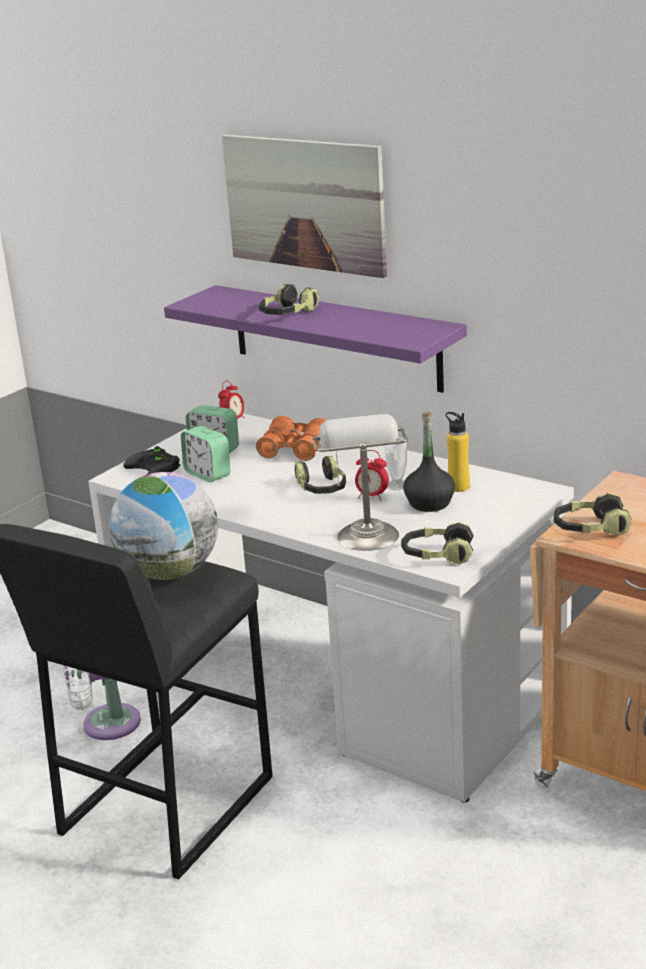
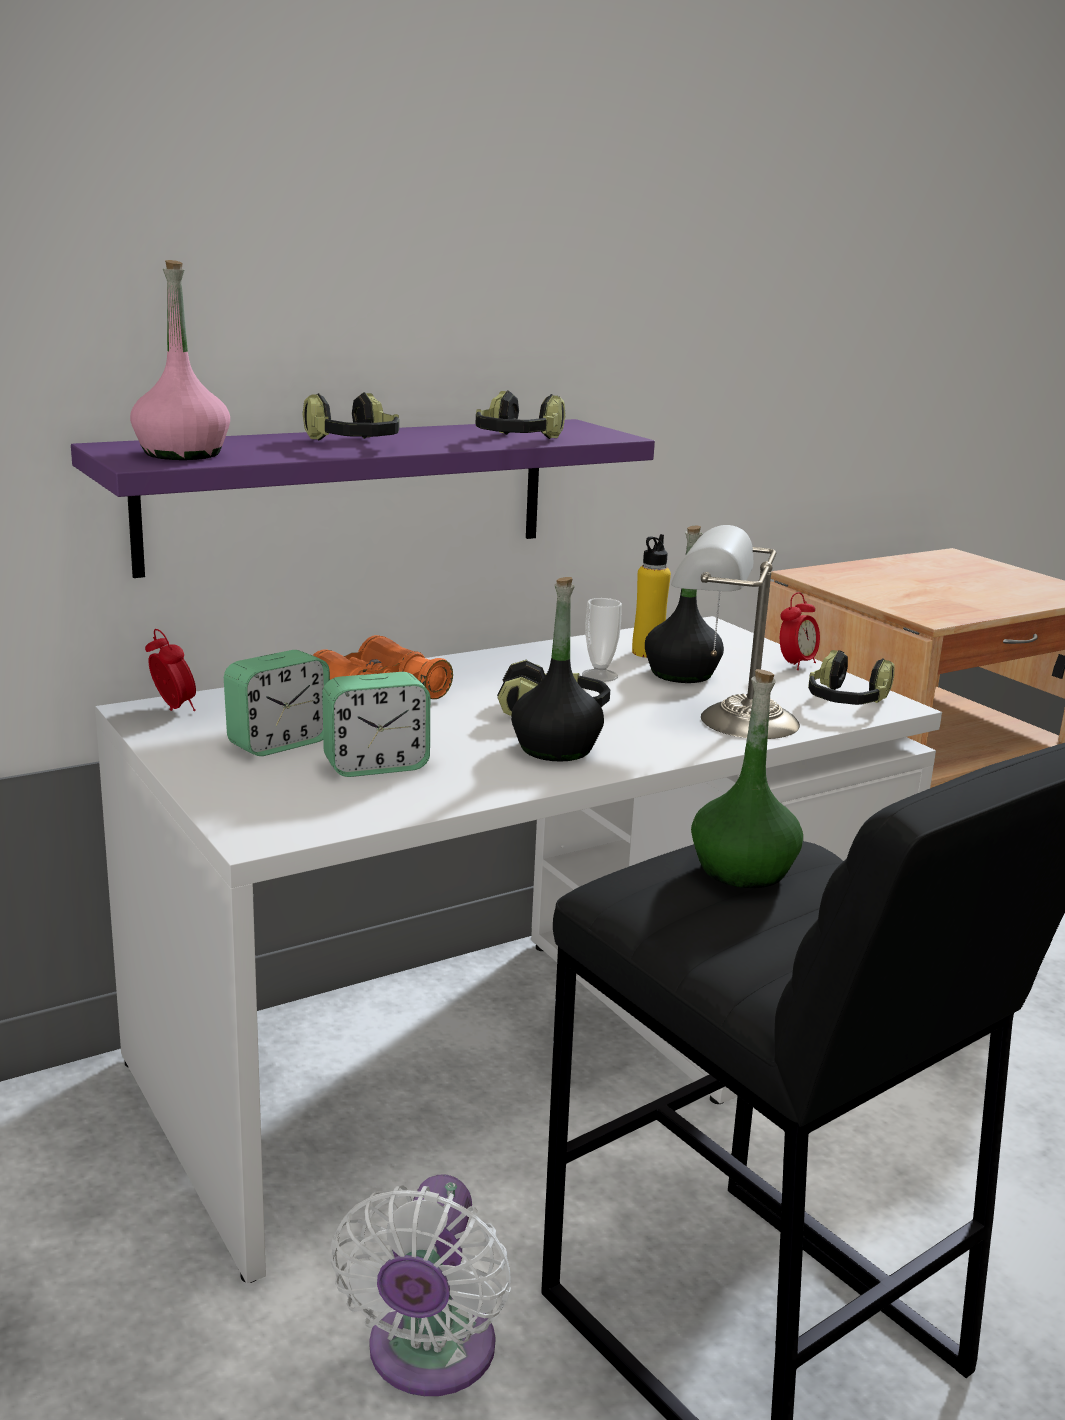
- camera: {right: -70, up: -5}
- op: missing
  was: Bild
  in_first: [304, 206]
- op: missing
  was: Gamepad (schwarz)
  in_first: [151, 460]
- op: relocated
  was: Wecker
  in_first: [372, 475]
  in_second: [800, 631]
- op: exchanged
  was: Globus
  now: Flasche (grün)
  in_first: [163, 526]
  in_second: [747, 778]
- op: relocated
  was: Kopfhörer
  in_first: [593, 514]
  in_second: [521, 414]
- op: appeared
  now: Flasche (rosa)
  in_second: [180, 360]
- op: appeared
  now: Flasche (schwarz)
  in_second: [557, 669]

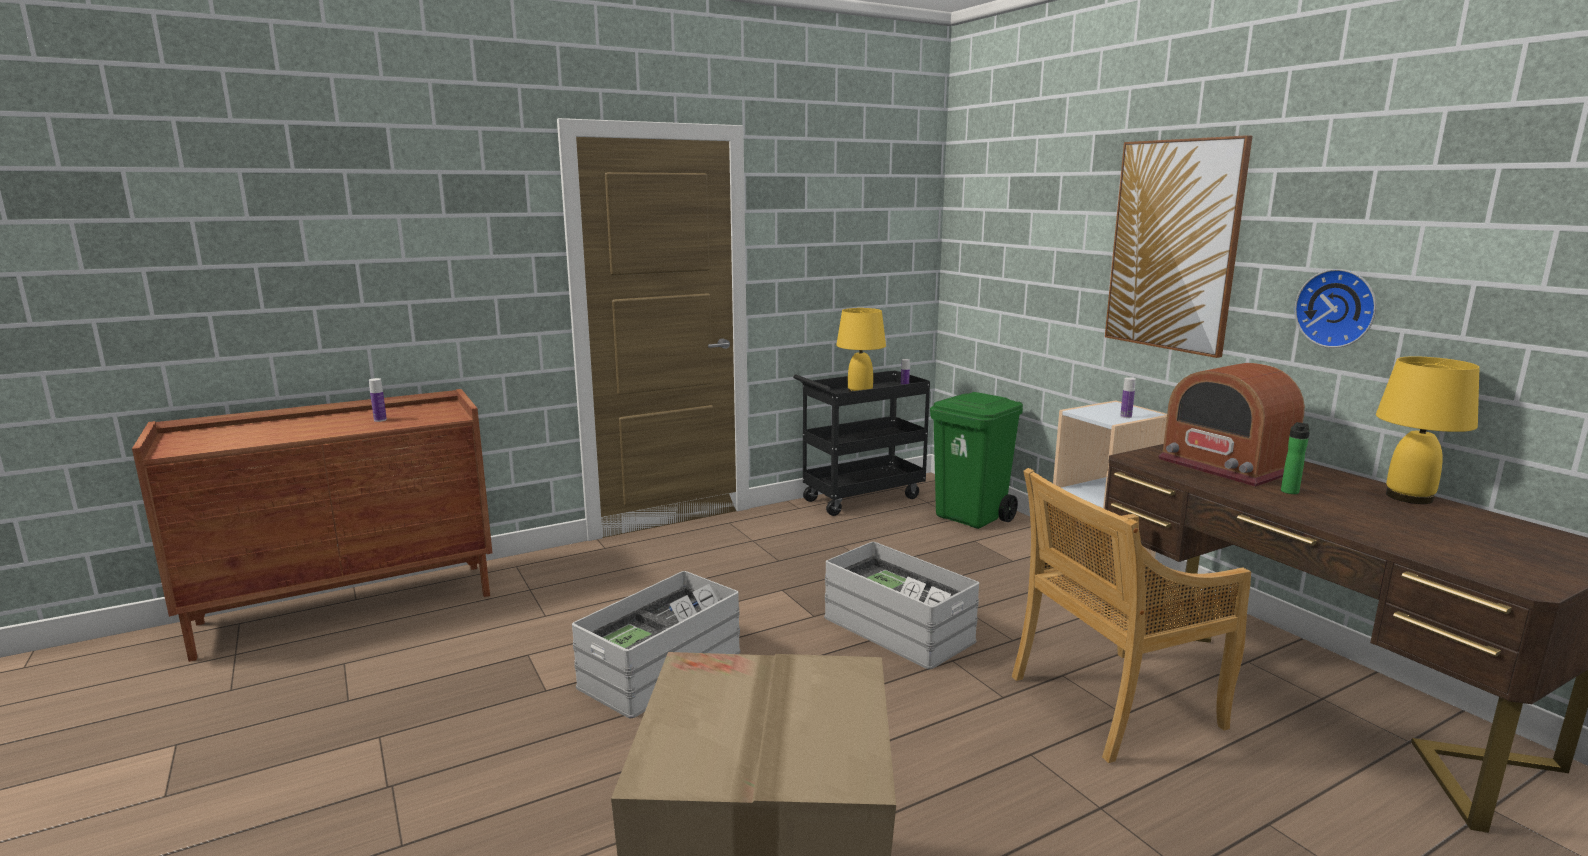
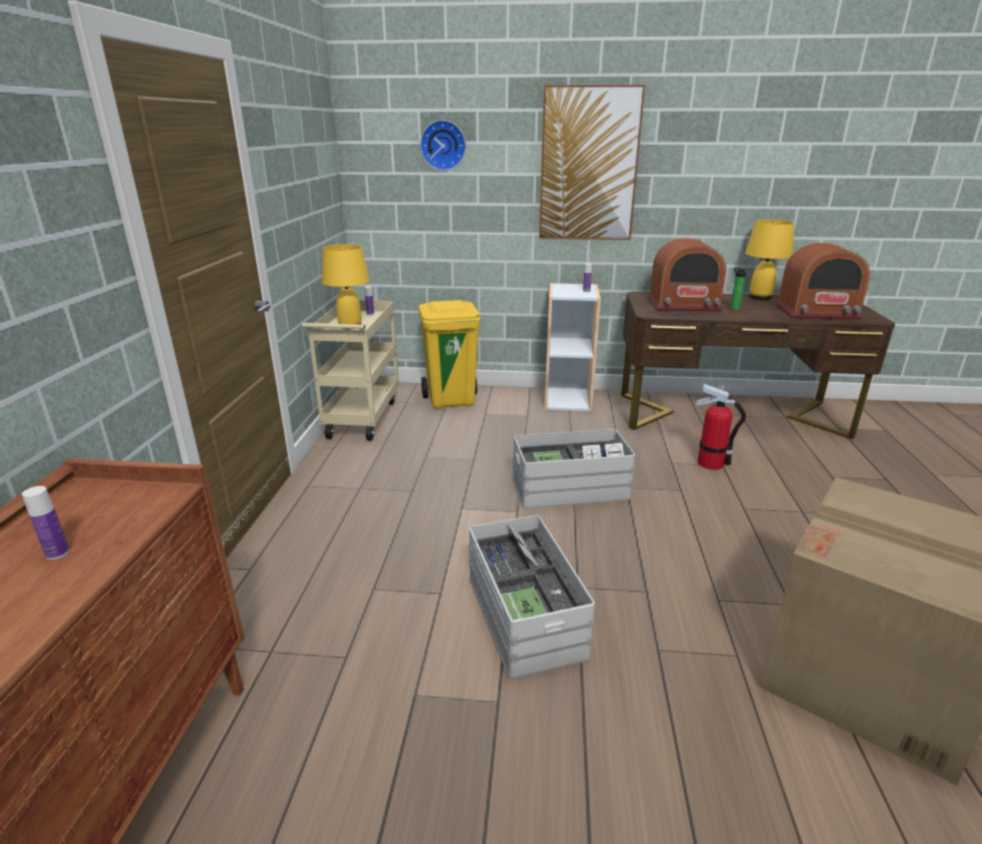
- camera: {right: -55, up: 10}
- op: relocated
  was: Wanduhr
  in_first: [1335, 308]
  in_second: [443, 145]
- op: colour
  was: Rollwagen (schwarz)
  now: Rollwagen (beige)
  in_first: [861, 443]
  in_second: [350, 370]
- op: colour
  was: Mülleimer (grün)
  now: Mülleimer (gelb)
  in_first: [976, 460]
  in_second: [449, 354]
- op: exchanged
  was: Stuhl (beige)
  now: Feuerlöscher
  in_first: [1131, 615]
  in_second: [721, 425]
- op: appeared
  now: Radio
  in_second: [822, 281]

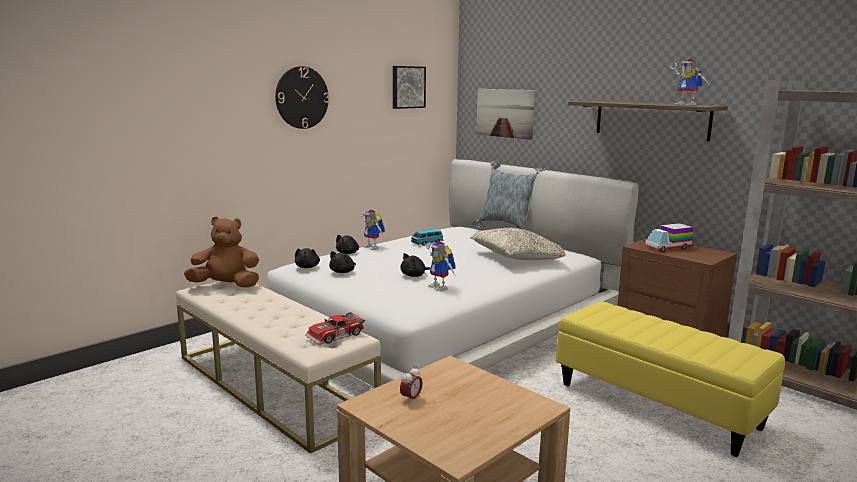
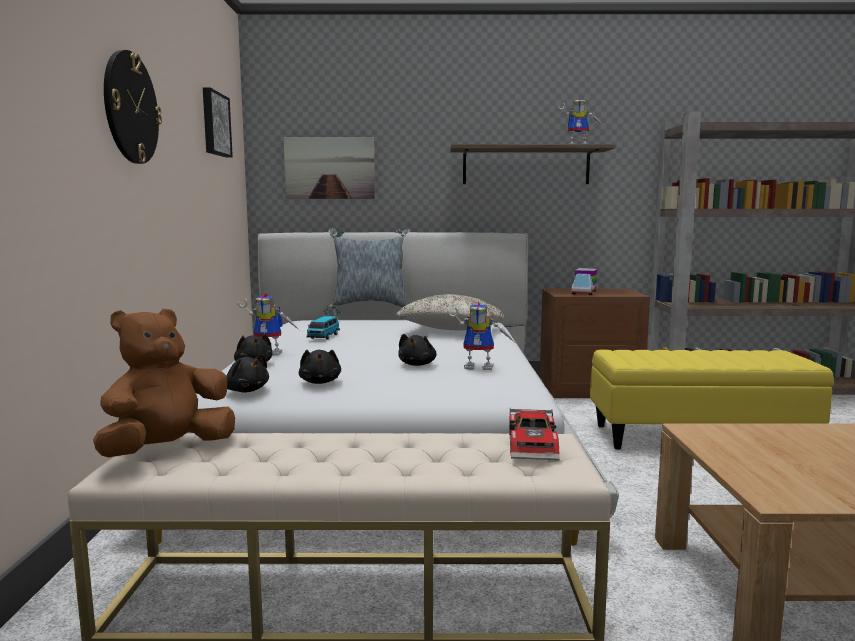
- camera: {right: -45, up: -5}
- op: missing
  was: Wecker
  in_first: [411, 385]

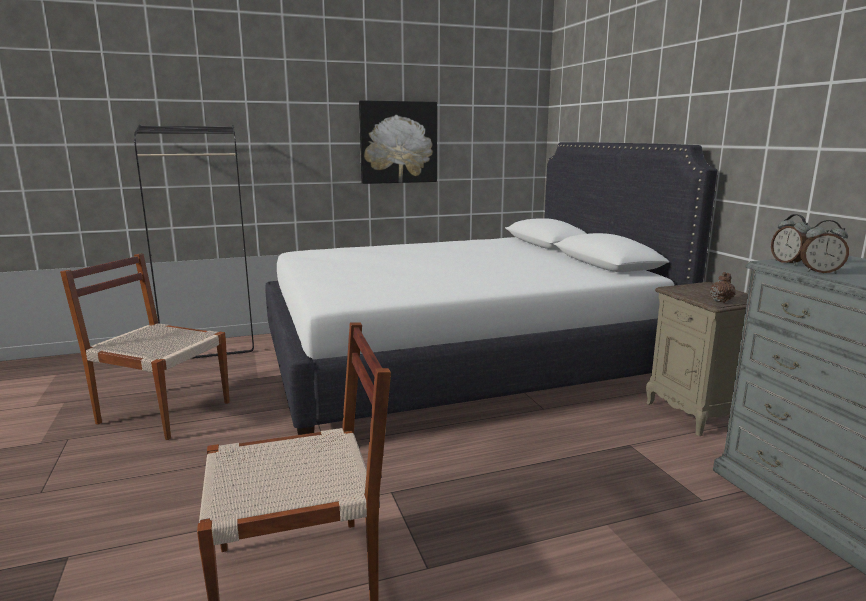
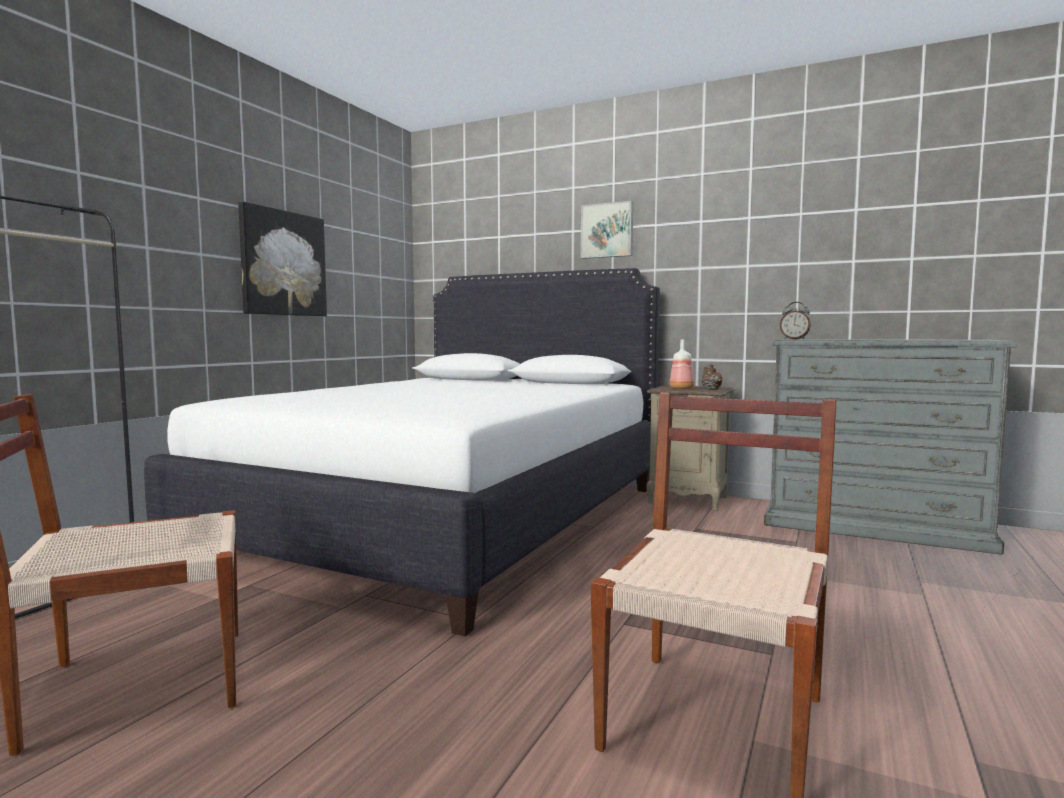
- camera: {right: -45, up: -10}
- op: missing
  was: Wecker
  in_first: [824, 247]
- op: appeared
  now: Bild
  in_second: [607, 230]
- op: appeared
  now: Flasche
  in_second: [682, 364]

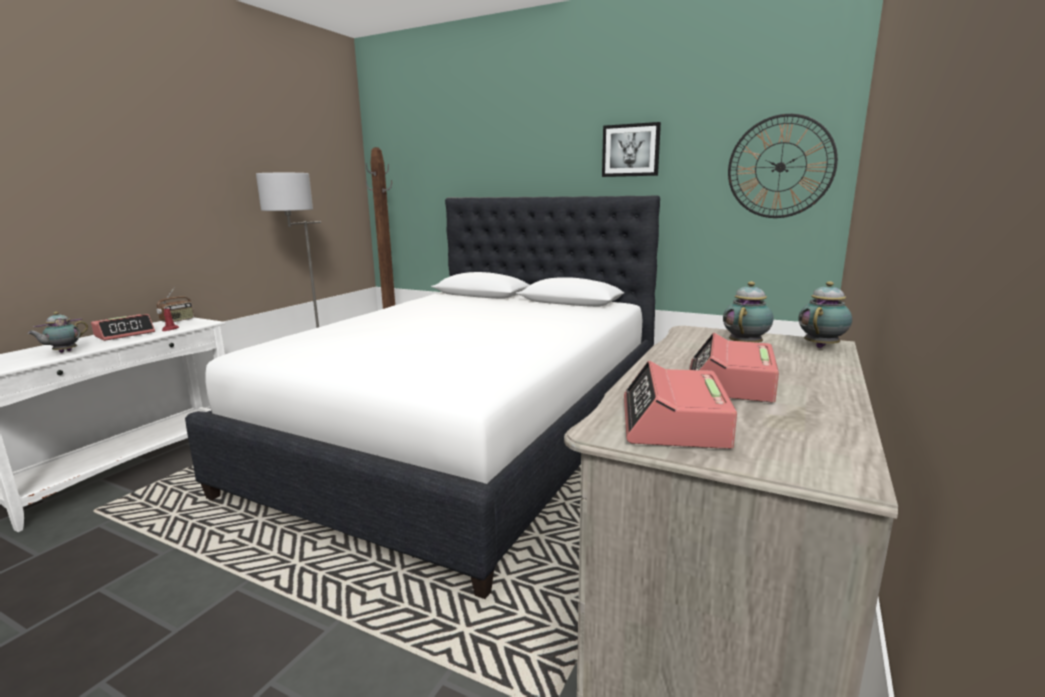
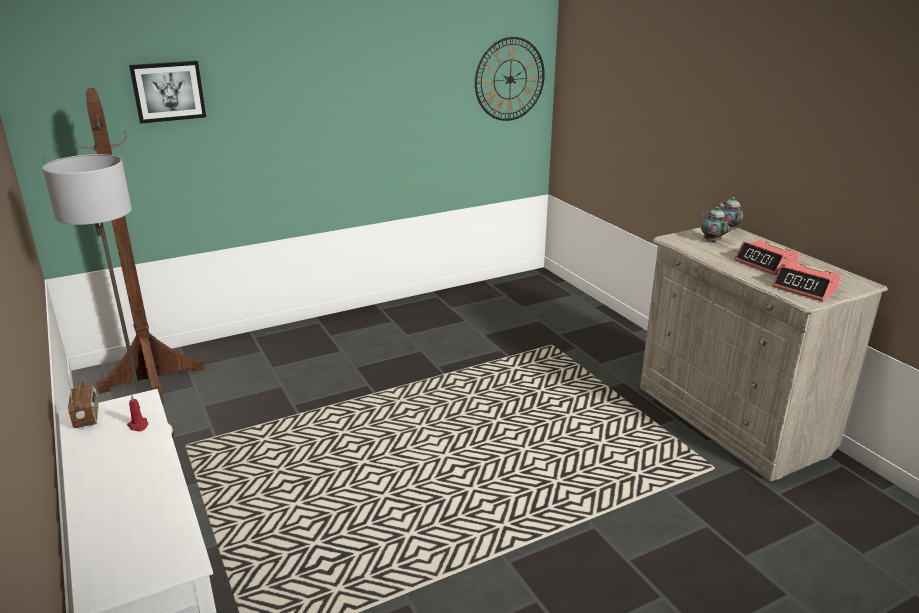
- camera: {right: -55, up: 10}
- op: relocated
  was: Bild
  in_first: [631, 149]
  in_second: [167, 92]
- op: missing
  was: Bett (weiß)
  in_first: [422, 397]
- op: missing
  was: Teekanne
  in_first: [57, 332]
- op: missing
  was: Wecker
  in_first: [123, 327]

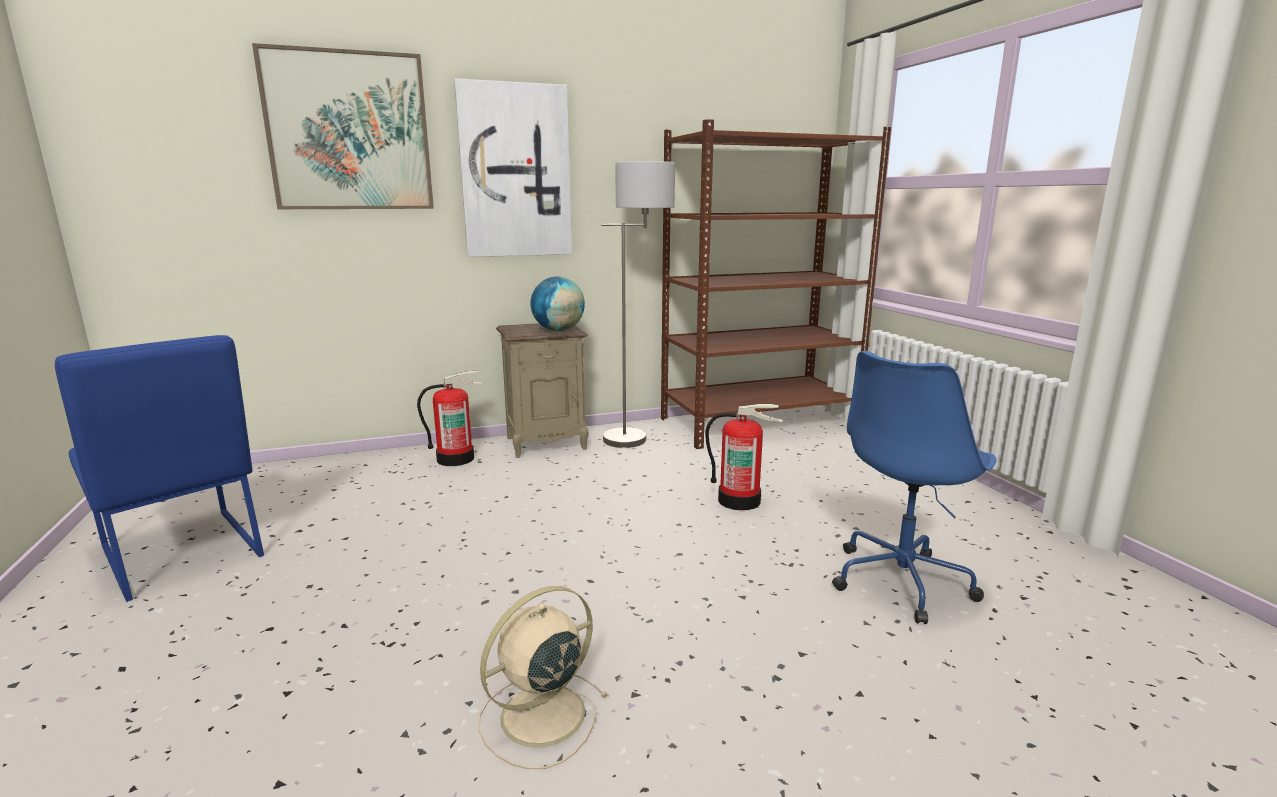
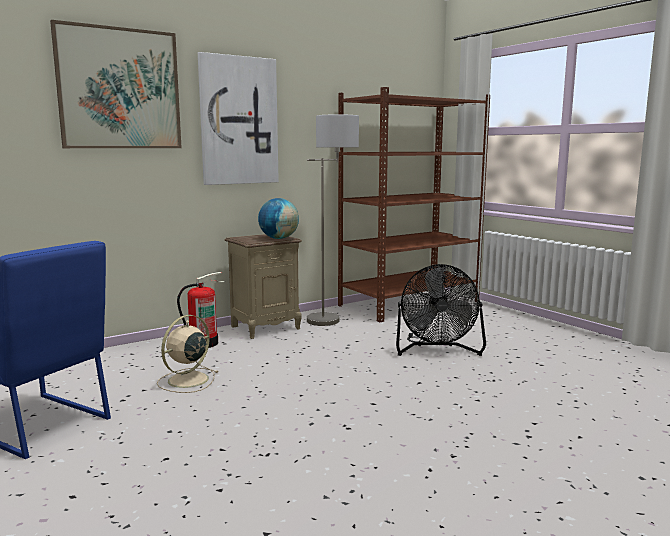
- camera: {right: -15, up: -5}
- op: missing
  was: Bürostuhl (blau)
  in_first: [914, 487]
- op: exchanged
  was: Feuerlöscher
  now: Ventilator (schwarz)
  in_first: [744, 457]
  in_second: [441, 310]
- op: relocated
  was: Ventilator (beige)
  in_first: [543, 677]
  in_second: [187, 354]

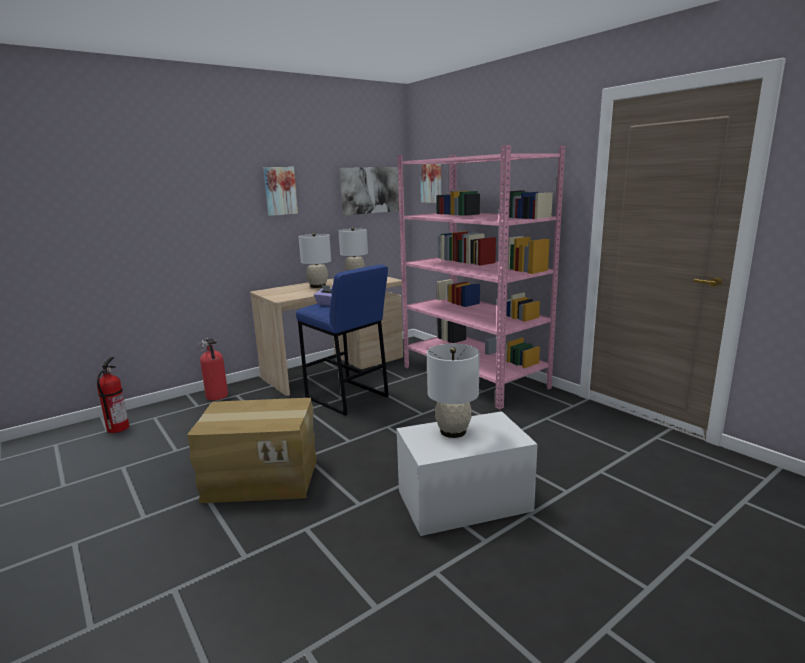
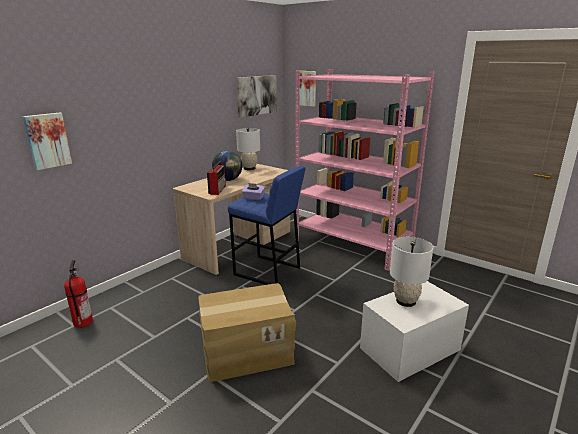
- camera: {right: -15, up: 5}
- op: relocated
  was: Bild
  in_first: [280, 191]
  in_second: [47, 141]
- op: exchanged
  was: Tischlampe (weiß)
  now: Globus
  in_first: [314, 260]
  in_second: [227, 166]
- op: missing
  was: Feuerlöscher
  in_first: [212, 369]
- op: appeared
  now: Radio
  in_second: [216, 178]

